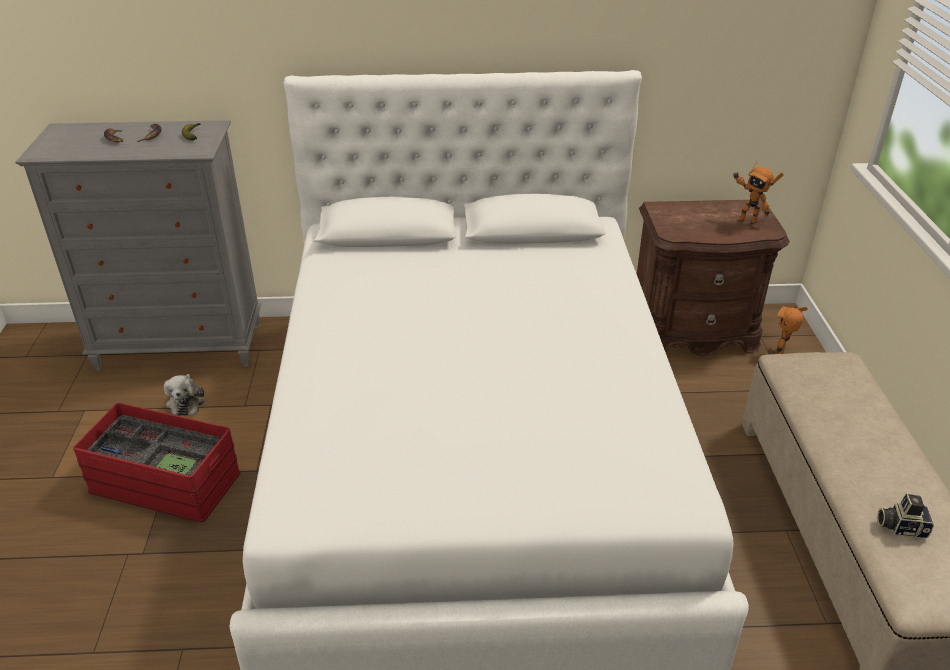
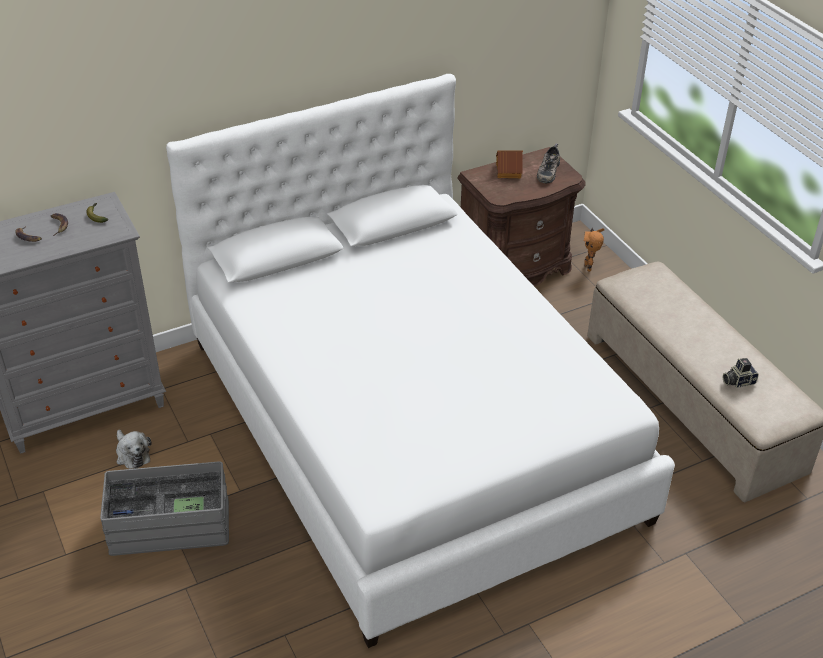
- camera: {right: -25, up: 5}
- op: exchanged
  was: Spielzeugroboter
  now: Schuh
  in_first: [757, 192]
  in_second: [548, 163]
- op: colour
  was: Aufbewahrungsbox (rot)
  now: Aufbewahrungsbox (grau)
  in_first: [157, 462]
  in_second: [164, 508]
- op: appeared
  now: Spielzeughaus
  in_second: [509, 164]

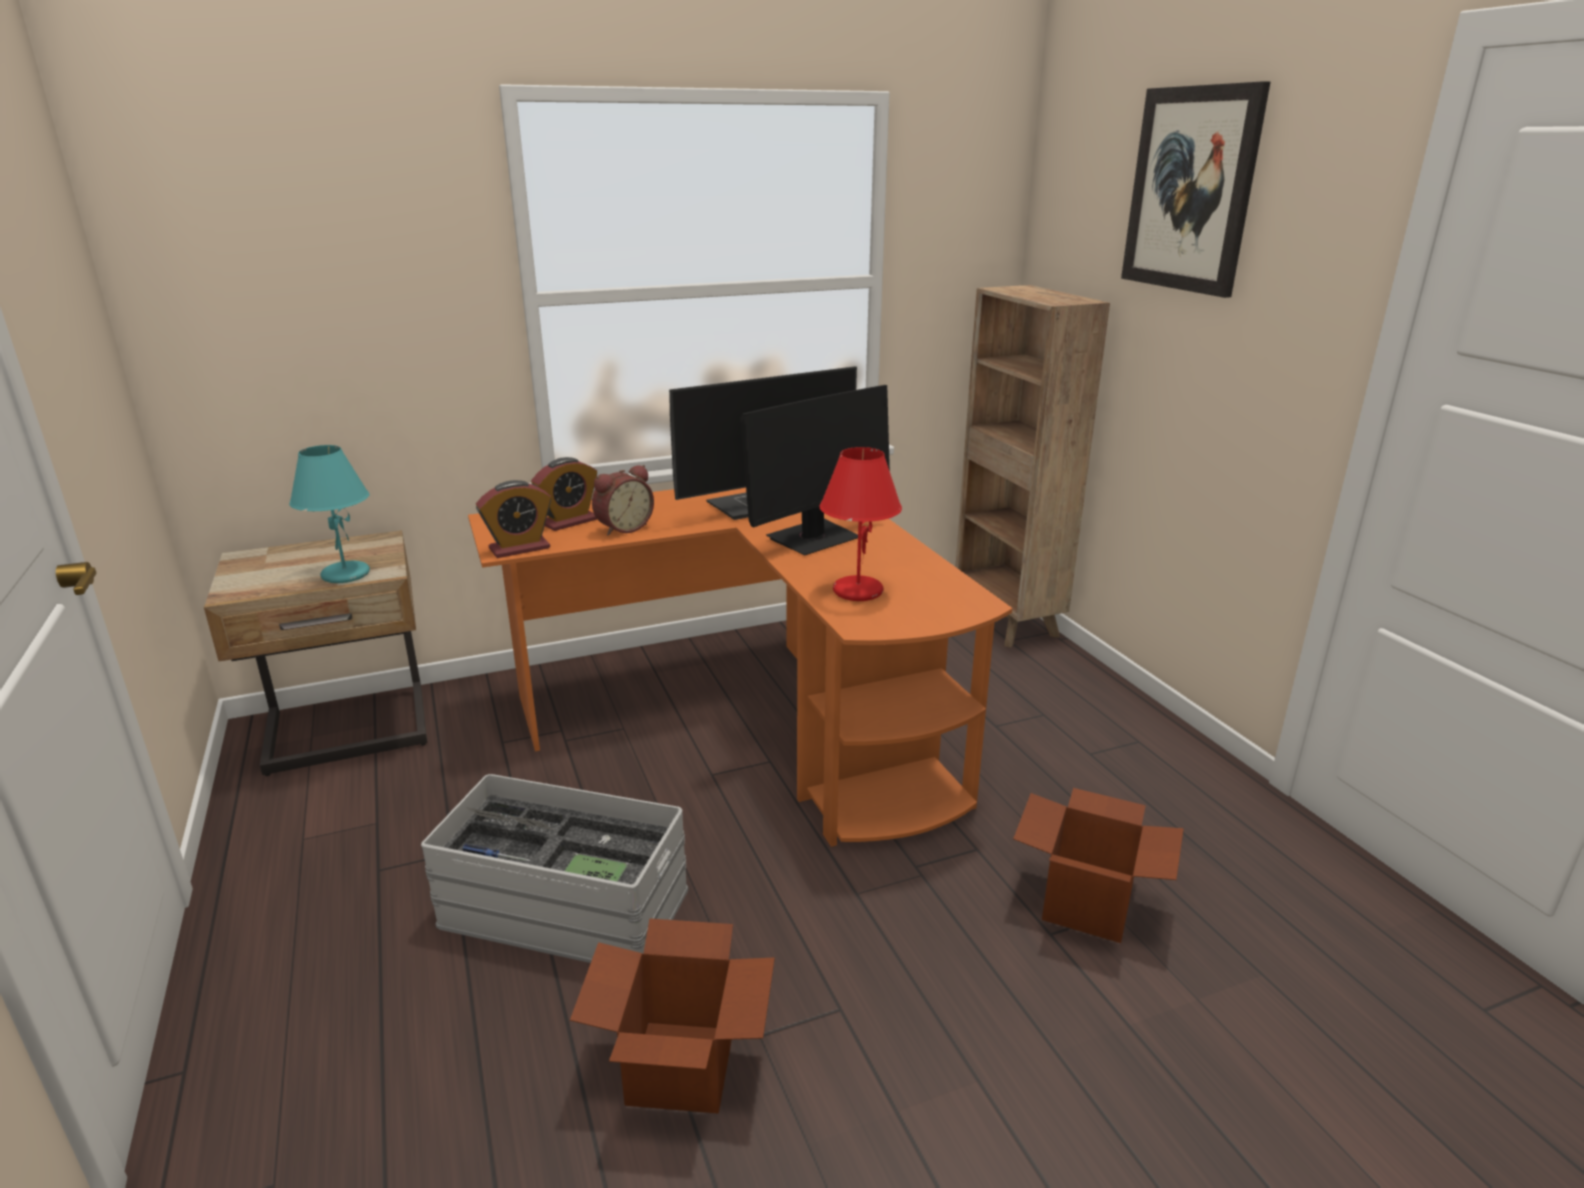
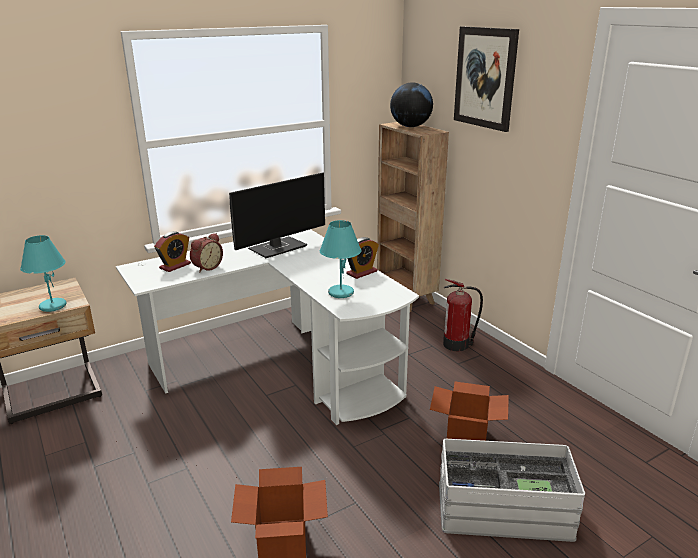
- camera: {right: -10, up: 0}
- op: missing
  was: Monitor
  in_first: [815, 470]
- op: colour
  was: Tischlampe (rot)
  now: Tischlampe (türkis)
  in_first: [861, 524]
  in_second: [340, 259]
- op: relocated
  was: Wecker
  in_first: [513, 519]
  in_second: [362, 258]
- op: colour
  was: Schreibtisch (orange)
  now: Schreibtisch (weiß)
  in_first: [740, 667]
  in_second: [267, 327]
- op: relocated
  was: Aufbewahrungsbox (grau)
  in_first: [554, 868]
  in_second: [512, 490]
- op: appeared
  now: Globus
  in_second: [411, 104]
- op: appeared
  now: Feuerlöscher
  in_second: [463, 315]

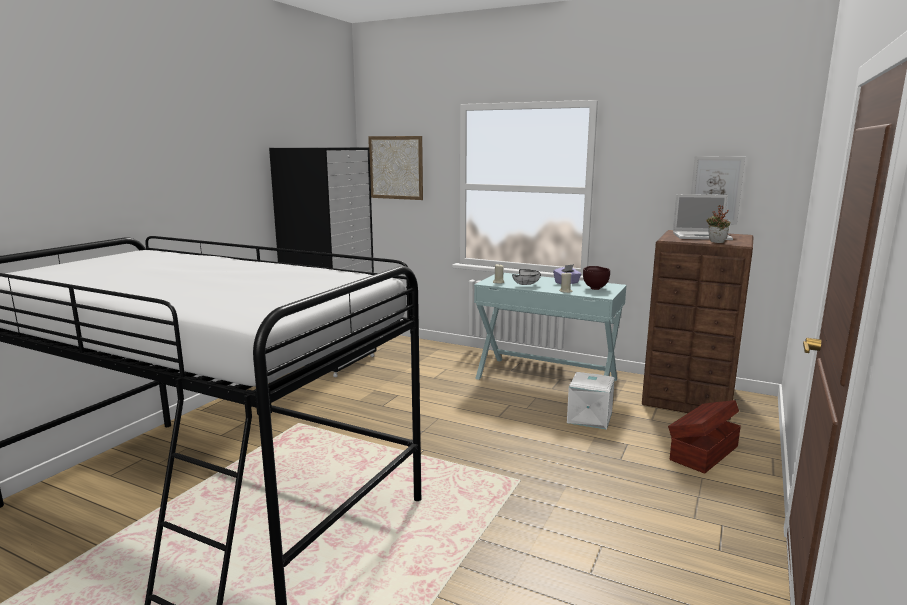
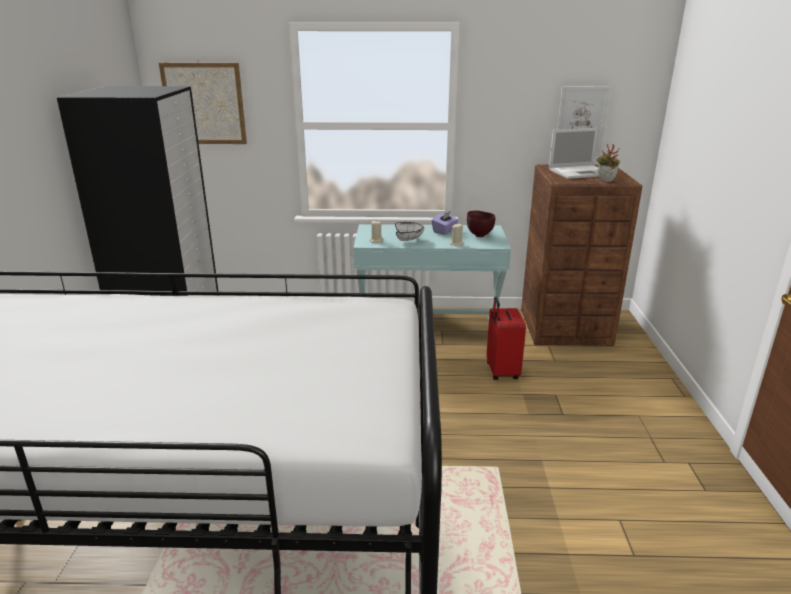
- camera: {right: -25, up: 10}
- op: exchanged
  was: Aufbewahrungsbox (weiß)
  now: Koffer (rot)
  in_first: [591, 401]
  in_second: [506, 338]
- op: missing
  was: Aufbewahrungsbox (braun)
  in_first: [704, 437]

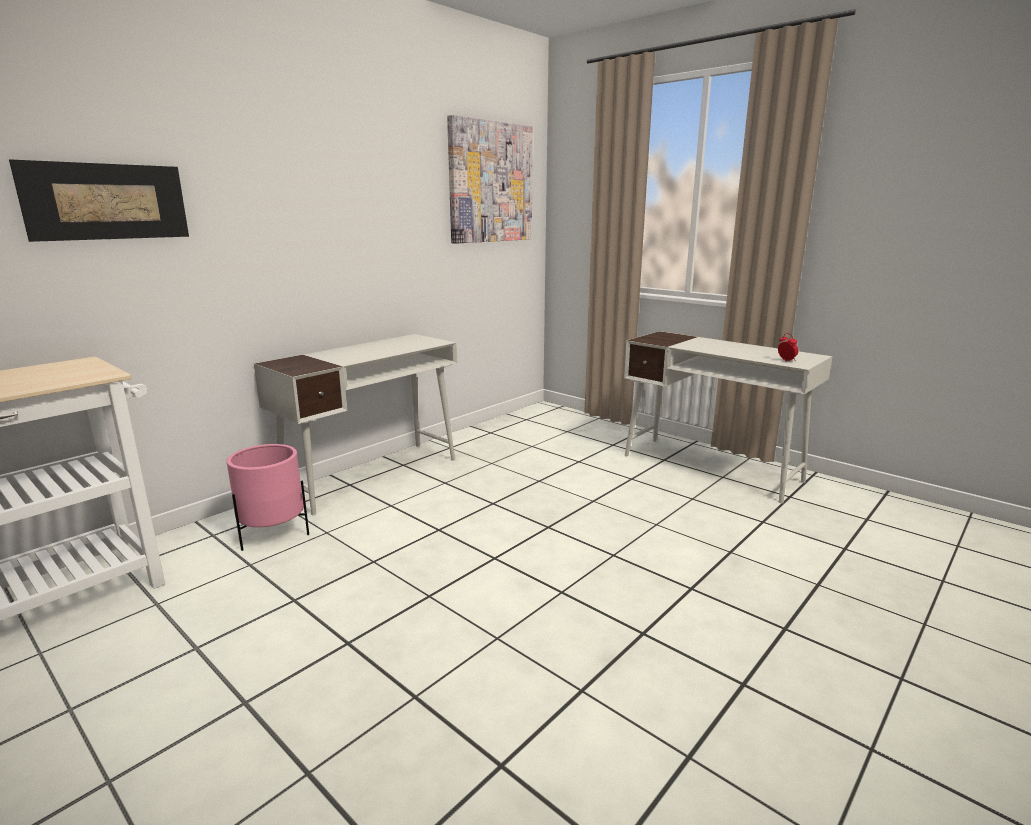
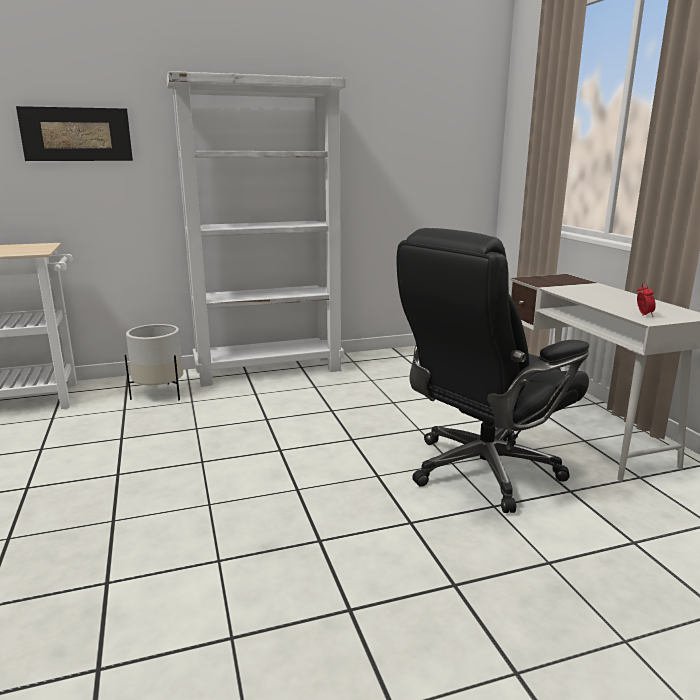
- camera: {right: 30, up: 0}
- op: missing
  was: Bild
  in_first: [490, 179]
- op: exchanged
  was: Schreibtisch (weiß)
  now: Bücherregal (weiß)
  in_first: [355, 424]
  in_second: [256, 229]
- op: colour
  was: Pflanzkübel (rosa)
  now: Pflanzkübel (weiß)
  in_first: [268, 497]
  in_second: [154, 362]
- op: appeared
  now: Bürostuhl (schwarz)
  in_second: [493, 370]

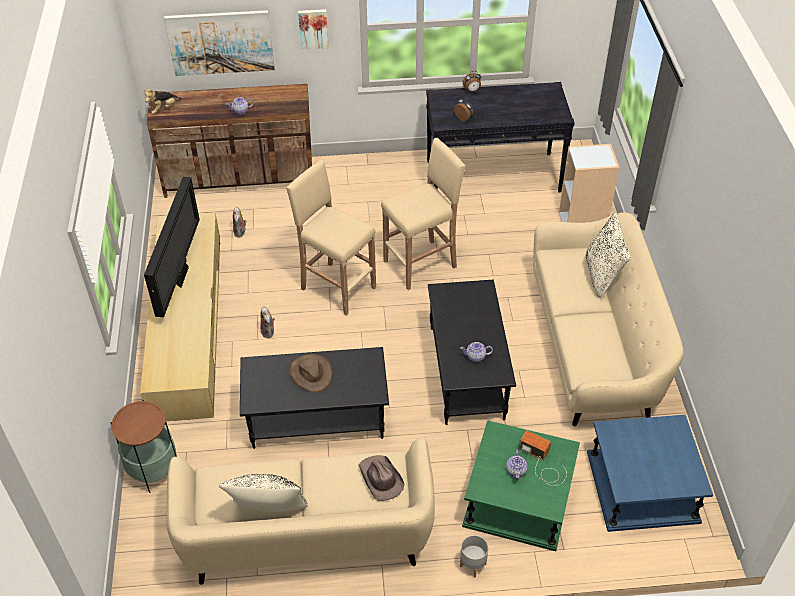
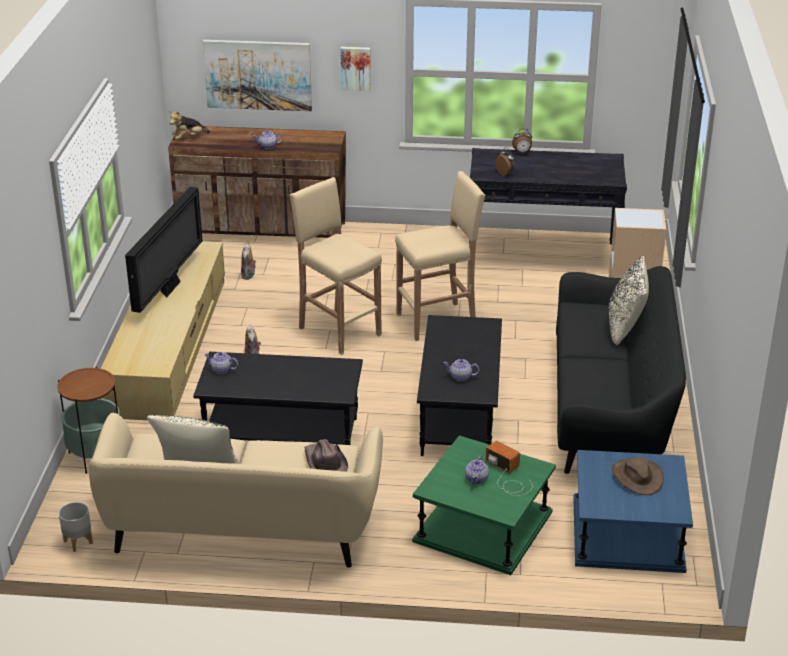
- camera: {right: 10, up: -15}
- op: colour
  was: Sofa (beige)
  now: Sofa (schwarz)
  in_first: [608, 319]
  in_second: [621, 370]
- op: relocated
  was: Hut (braun)
  in_first: [311, 373]
  in_second: [638, 476]
- op: relocated
  was: Pflanzkübel (grau)
  in_first: [474, 556]
  in_second: [76, 527]
- op: appeared
  now: Teekanne
  in_second: [221, 363]

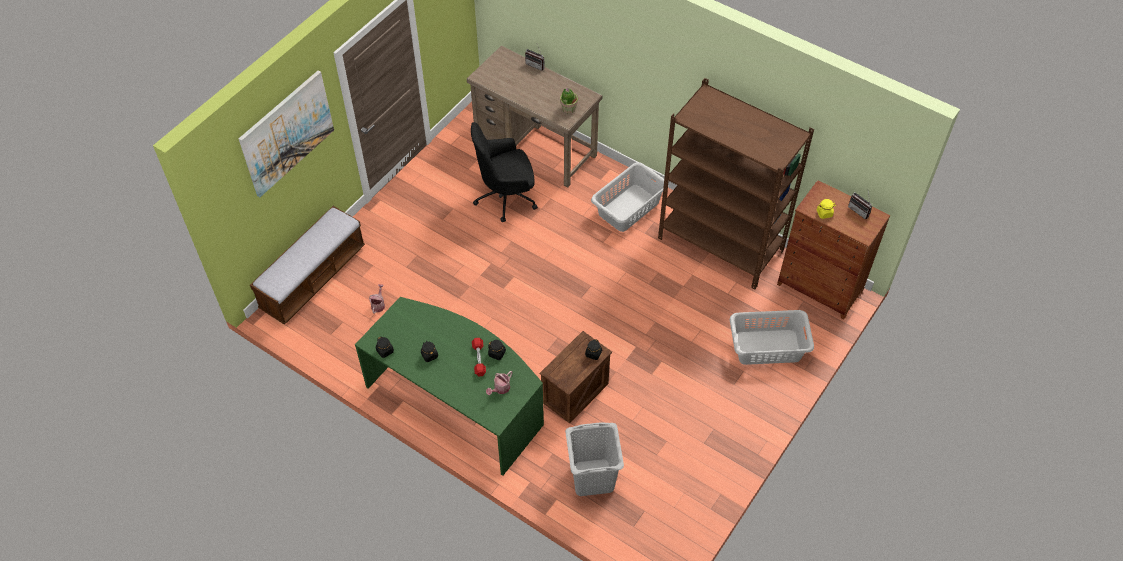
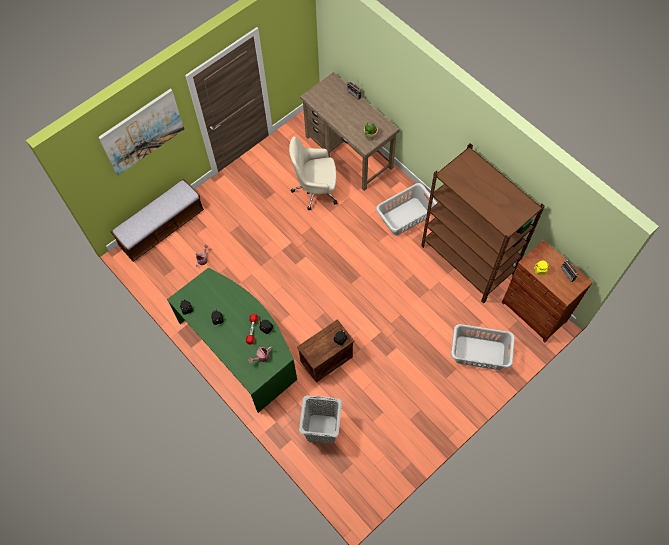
- camera: {right: 15, up: 10}
- op: colour
  was: Bürostuhl (schwarz)
  now: Bürostuhl (beige)
  in_first: [504, 172]
  in_second: [313, 173]

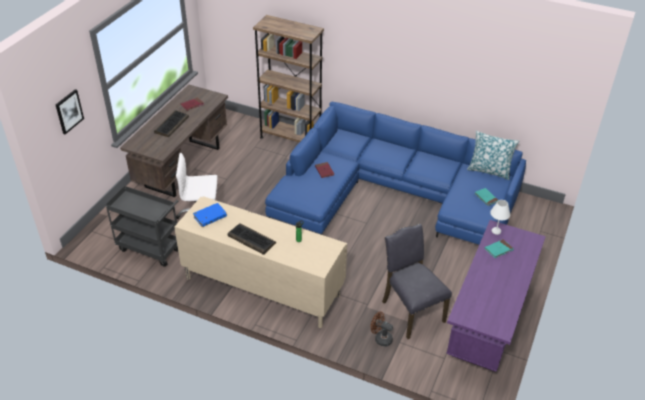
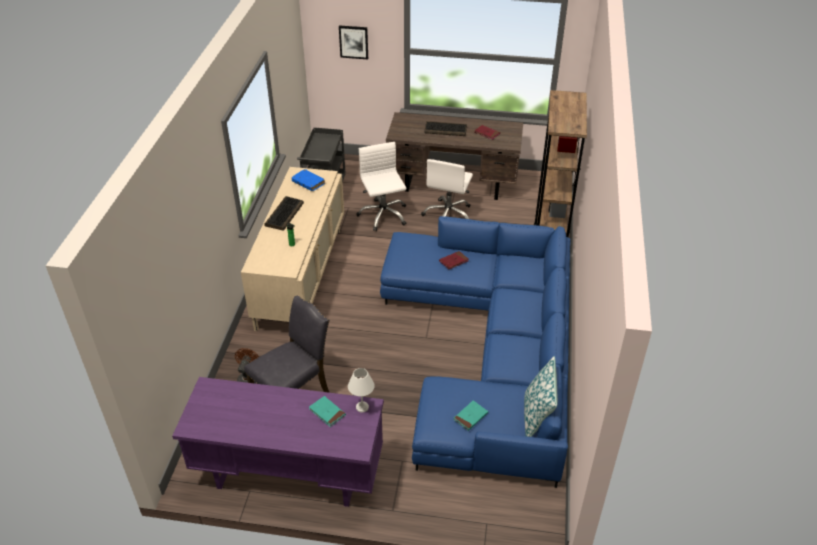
- camera: {right: 75, up: 0}
- op: appeared
  now: Bürostuhl (weiß)
  in_second: [447, 189]

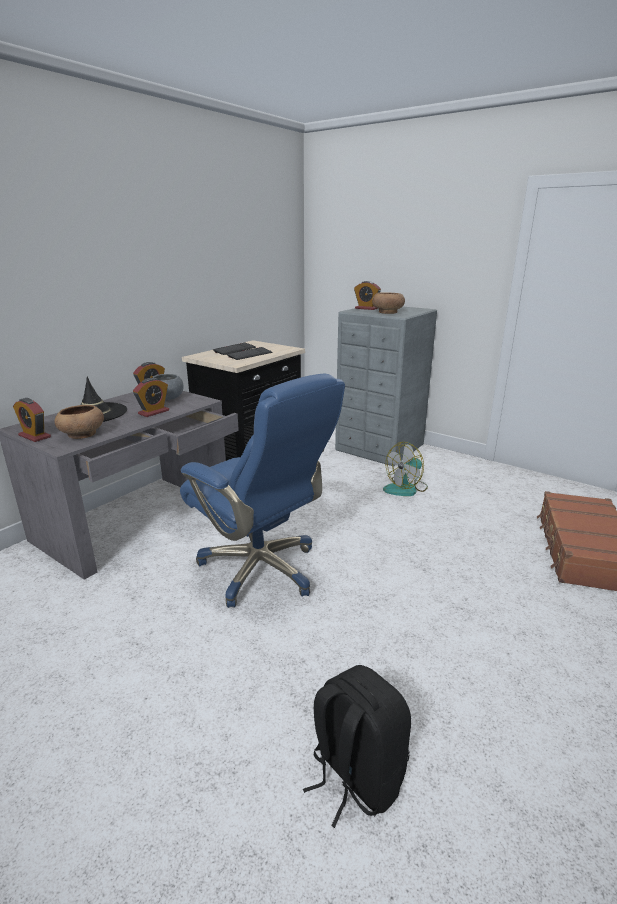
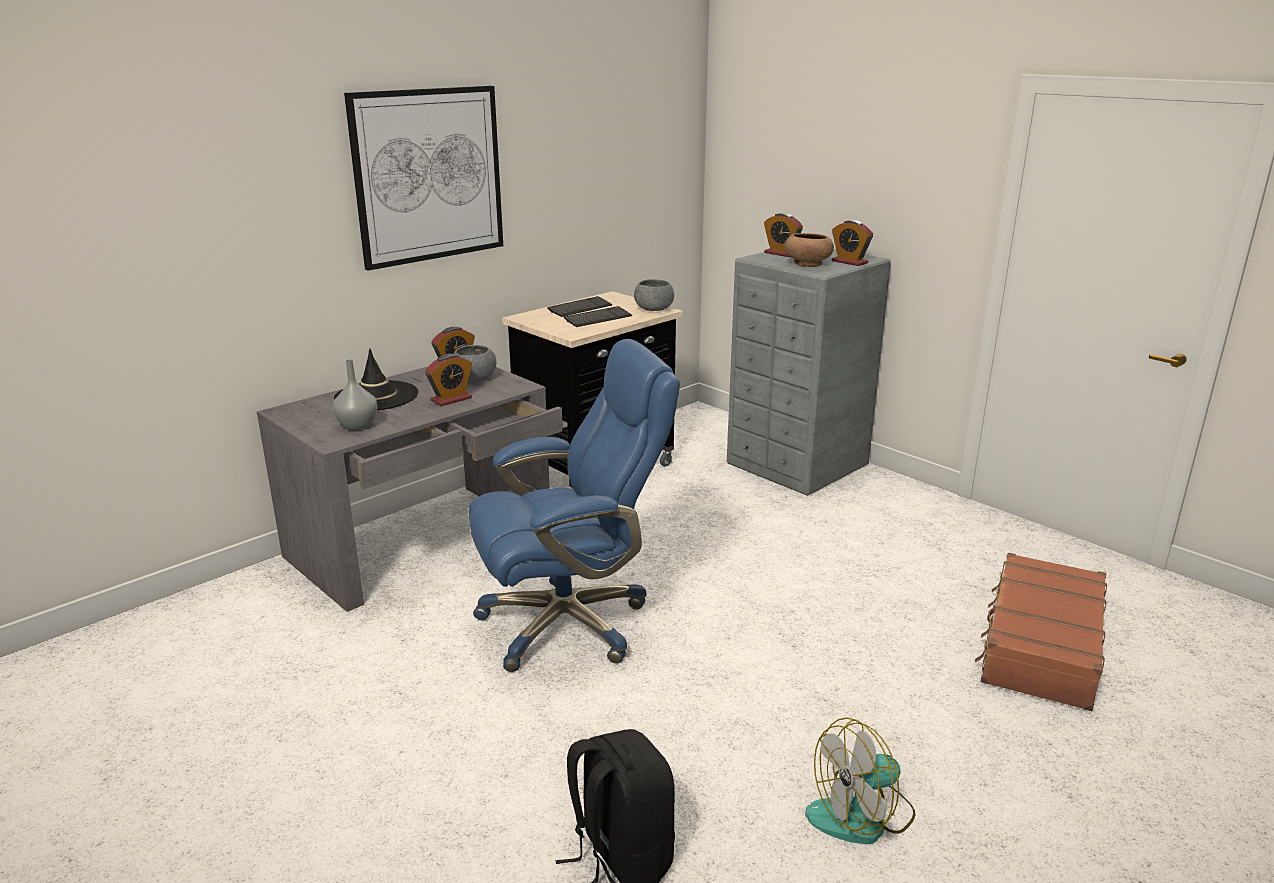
- camera: {right: 10, up: 0}
- op: spun
  was: Bürostuhl (blau)
  in_first: [262, 491]
  in_second: [574, 505]
  clockwise: -75
- op: relocated
  was: Wecker
  in_first: [32, 420]
  in_second: [852, 243]
- op: exchanged
  was: Schüssel (braun)
  now: Vase (grau)
  in_first: [79, 422]
  in_second: [355, 394]
- op: relocated
  was: Ventilator
  in_first: [405, 469]
  in_second: [860, 780]
- op: appeared
  now: Bild
  in_second: [423, 178]
- op: appeared
  now: Schüssel (grau)
  in_second: [654, 295]

